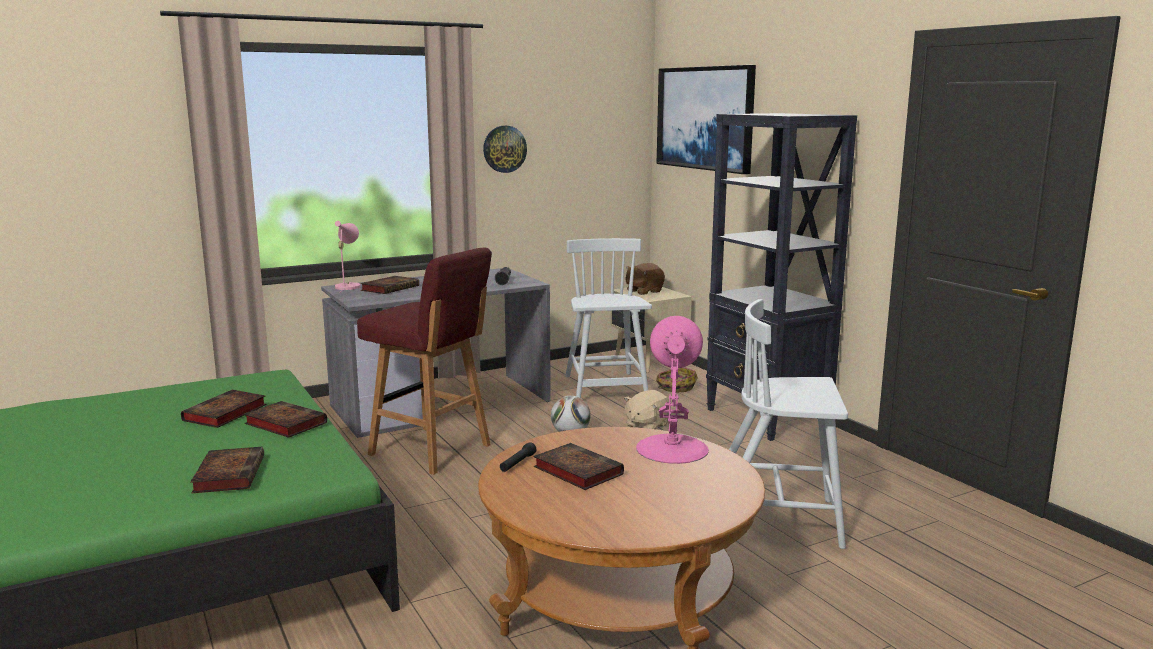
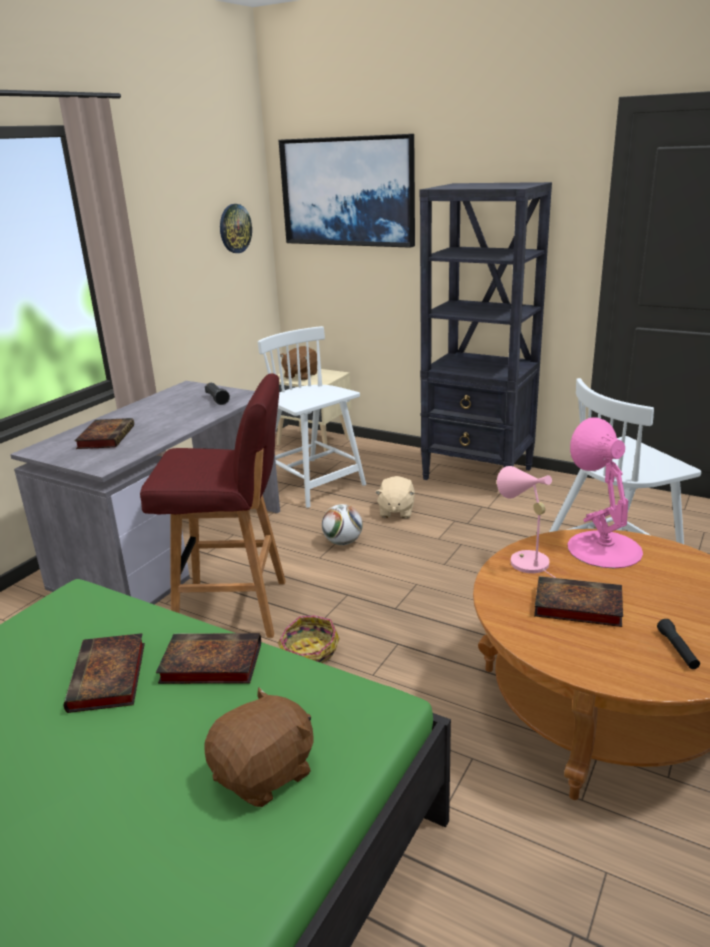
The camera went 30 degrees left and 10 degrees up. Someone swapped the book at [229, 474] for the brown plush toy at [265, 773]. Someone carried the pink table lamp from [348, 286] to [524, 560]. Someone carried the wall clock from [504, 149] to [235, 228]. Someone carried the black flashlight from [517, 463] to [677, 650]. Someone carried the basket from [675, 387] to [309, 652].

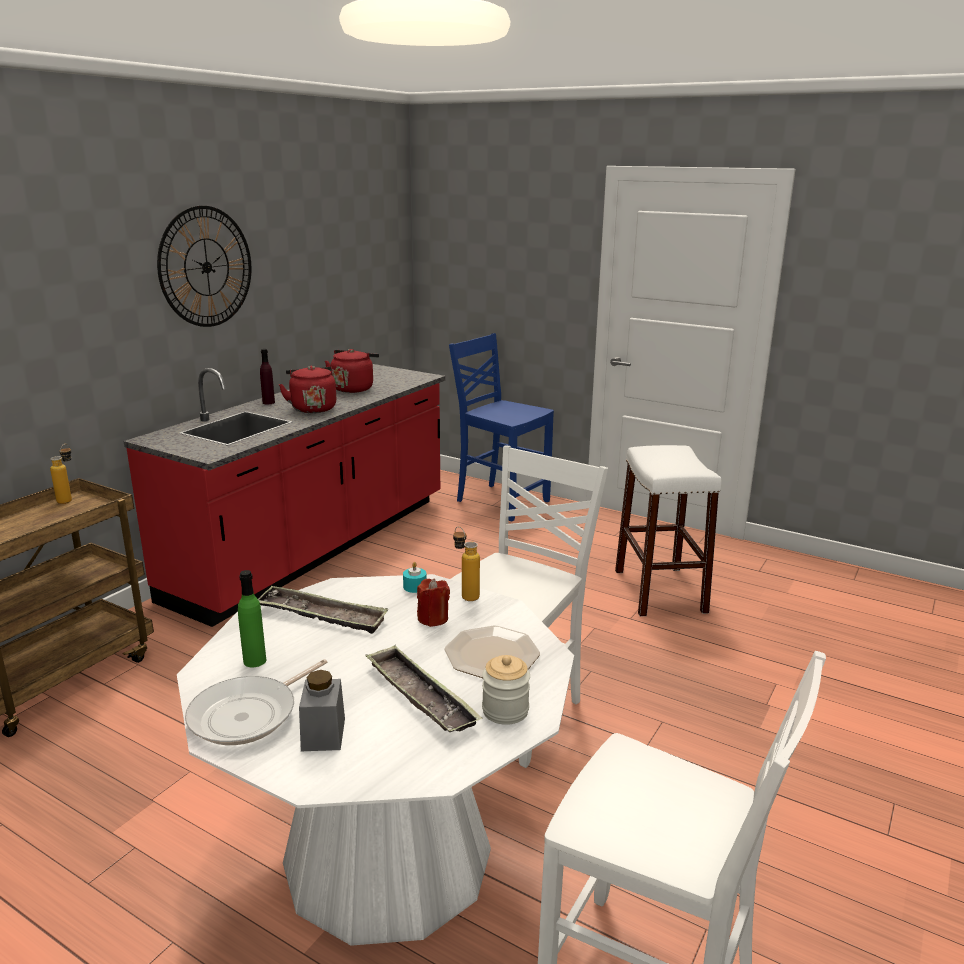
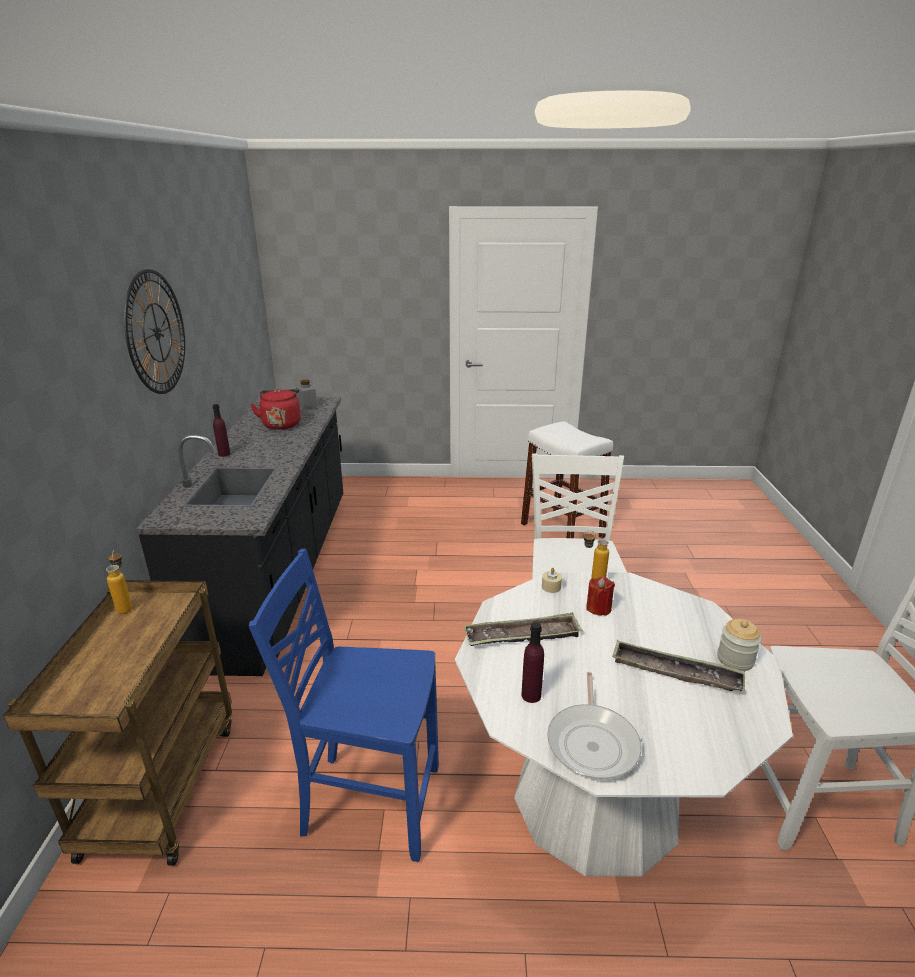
The camera went 30 degrees left and 5 degrees up. Someone repainted the red counter at [316, 548], which became the black counter at [280, 573]. Someone repainted the green bottle at [254, 661], which became the purple bottle at [531, 695]. Someone took away the red kettle at [312, 408]. Someone carried the grey jar from [323, 734] to [307, 406]. Someone repainted the turquoise candle at [415, 586], which became the beige candle at [551, 587]. Someone took away the plate at [491, 654]. Someone carried the blue chair from [500, 501] to [369, 801].

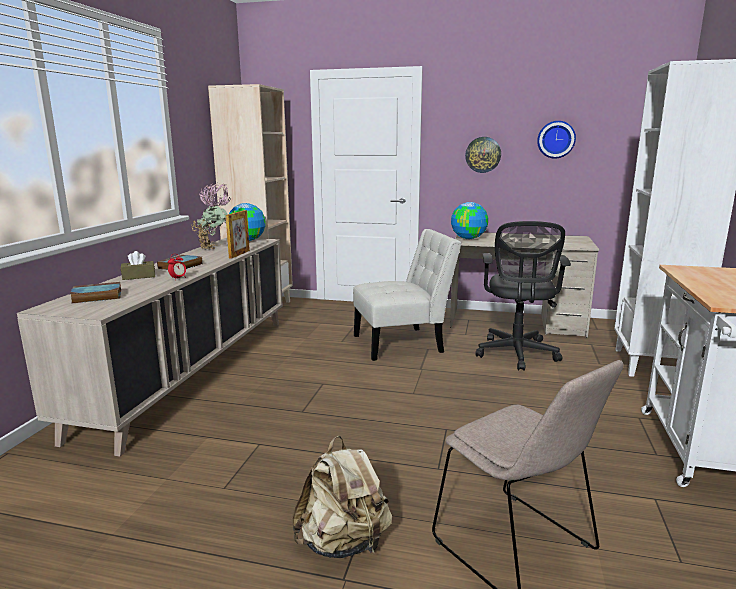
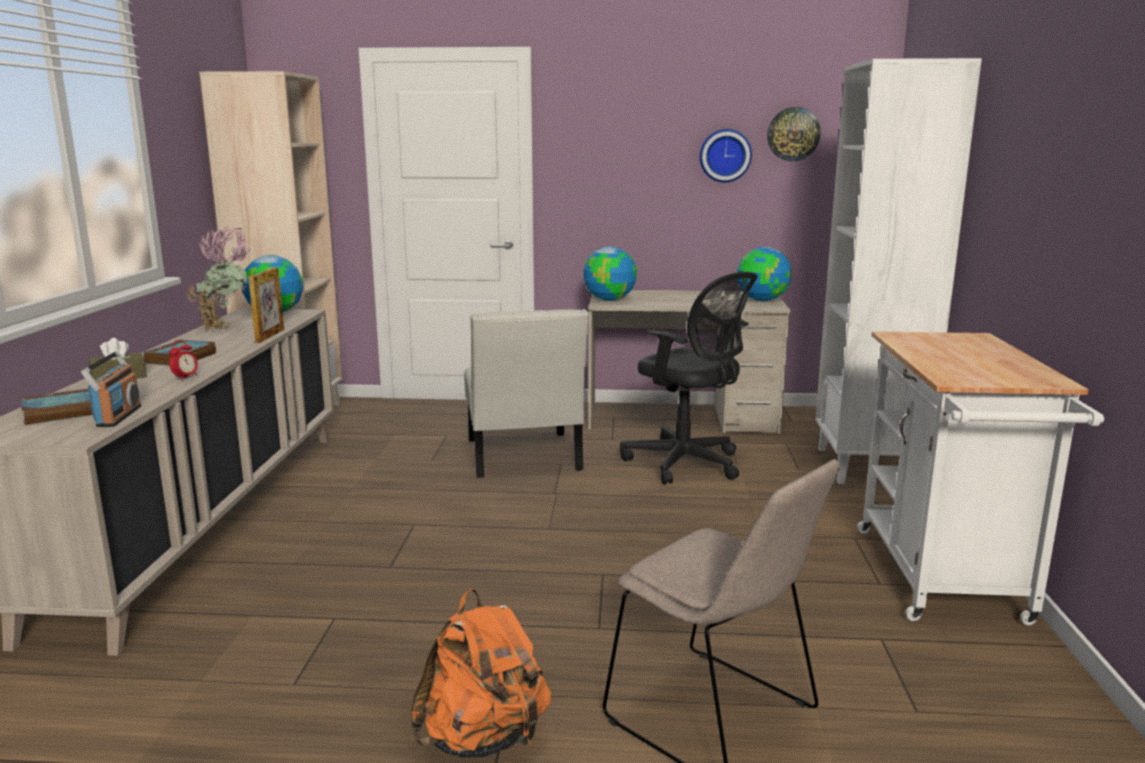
The camera went 10 degrees left and 0 degrees up. Someone repainted the beige backpack at [343, 543], which became the orange backpack at [483, 739]. Someone rotated the white chair at [403, 343] by 105 degrees clockwise. Someone carried the wall clock from [483, 154] to [793, 134]. Someone rotated the black office chair at [516, 354] by 45 degrees counterclockwise. Someone put down the radio at [118, 416]. Someone put down the globe at [762, 300].

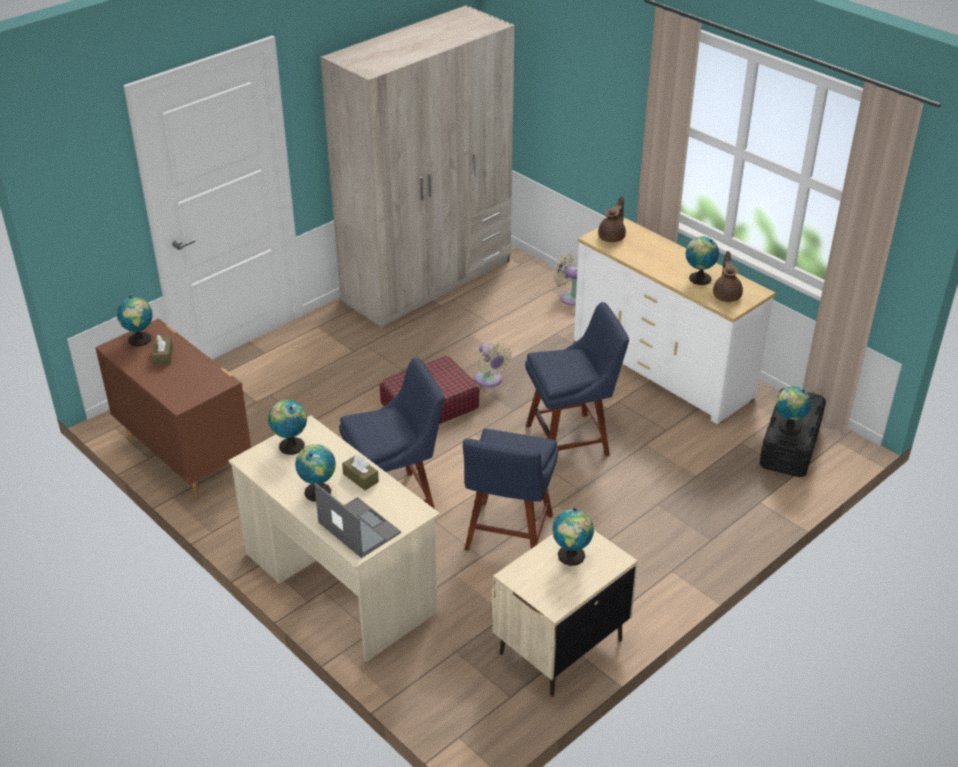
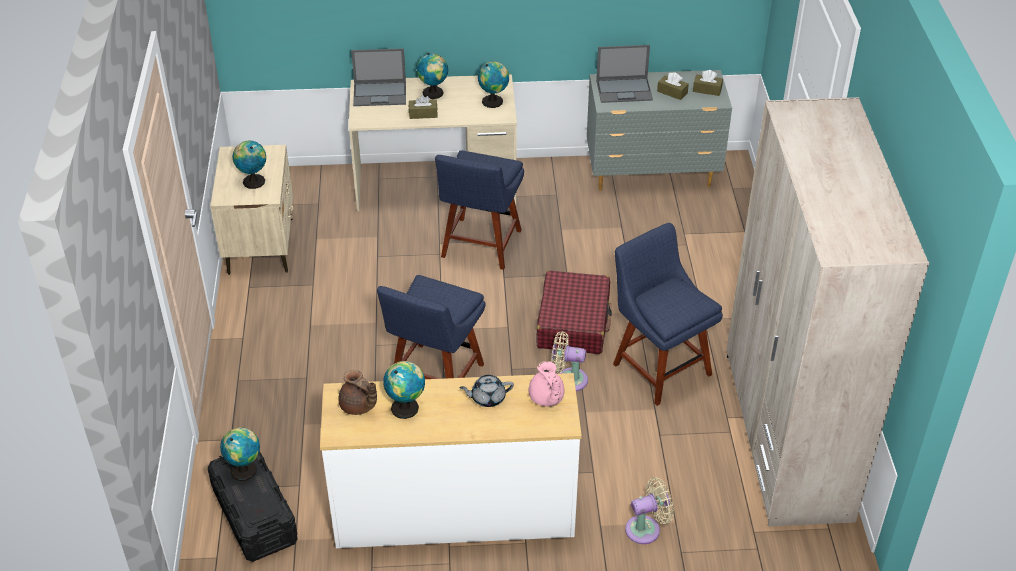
The camera went 130 degrees right and 5 degrees up. Someone repainted the brown dresser at [184, 454], which became the grey dresser at [653, 175]. Someone swapped the globe at [140, 340] for the brown tissue box at [707, 90]. Someone carried the blue chair from [507, 535] to [659, 366]. Someone repainted the brown teapot at [612, 237], which became the pink teapot at [546, 398]. Someone put down the grey teapot at [487, 398]. Someone put down the laptop at [625, 90].

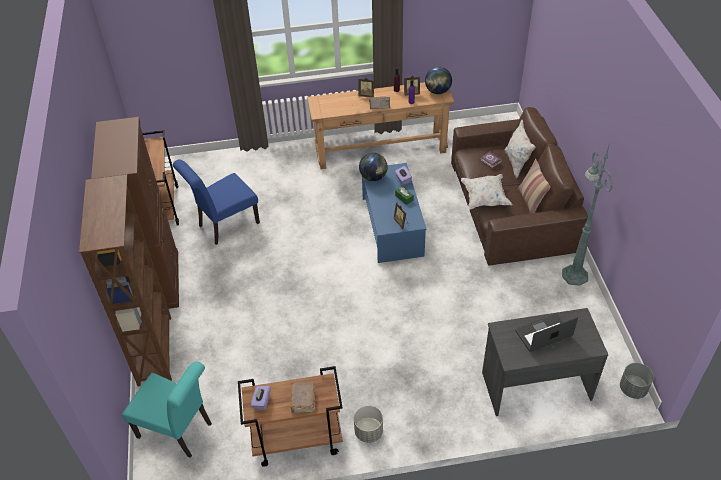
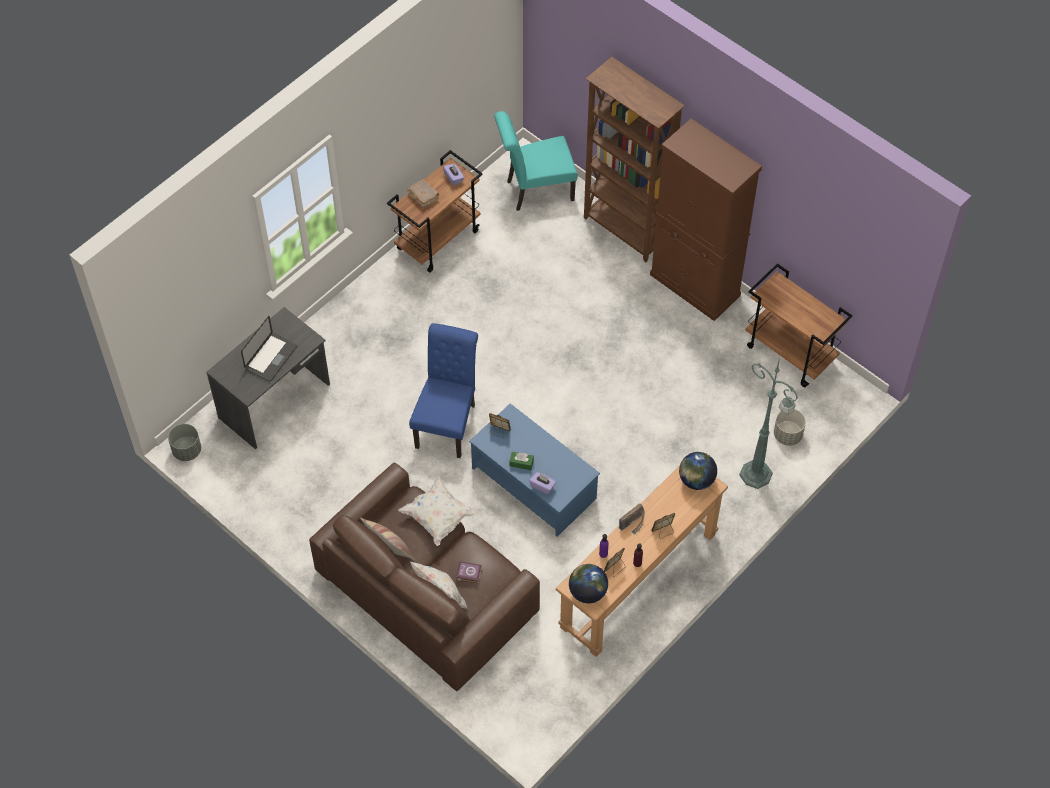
The camera went 140 degrees right and 10 degrees up. Someone carried the blue chair from [225, 225] to [447, 422]. Someone carried the grey planter from [368, 432] to [787, 435]. Someone carried the globe from [373, 177] to [696, 480]. Someone carried the green floor lamp from [574, 274] to [757, 475].

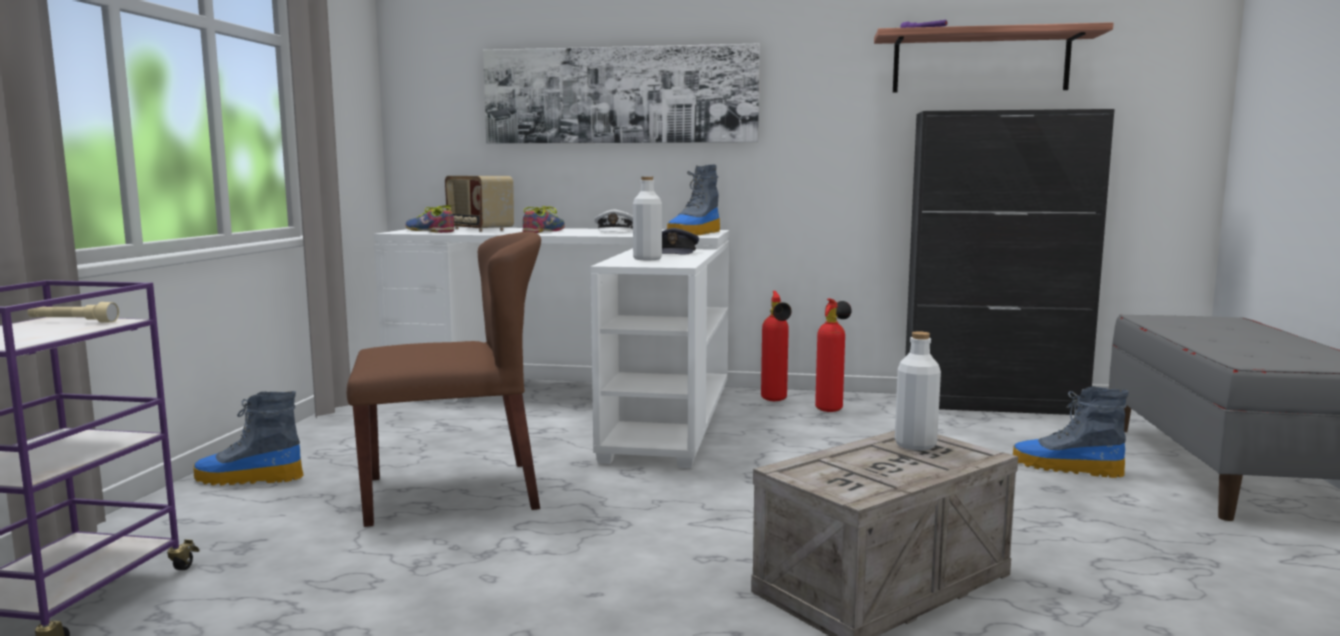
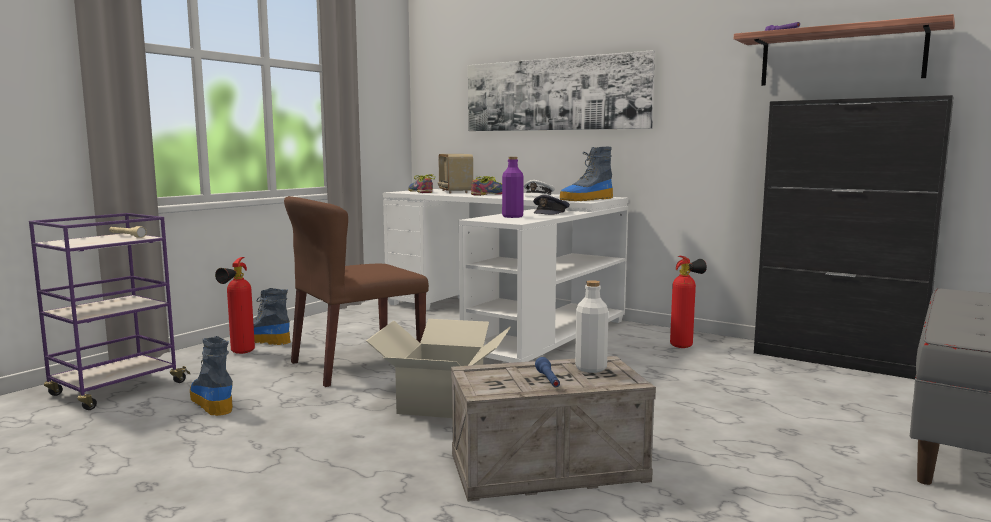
The camera went 25 degrees right and 0 degrees up. Someone rotated the brown chair at [453, 492] by 135 degrees clockwise. Someone repainted the white bottle at [647, 259], which became the purple bottle at [512, 217]. Someone carried the fire extinguisher from [775, 402] to [239, 354]. Someone carried the boot from [1065, 468] to [211, 402]. Someone put down the cardboard box at [442, 401]. Someone put down the blue flashlight at [548, 380].

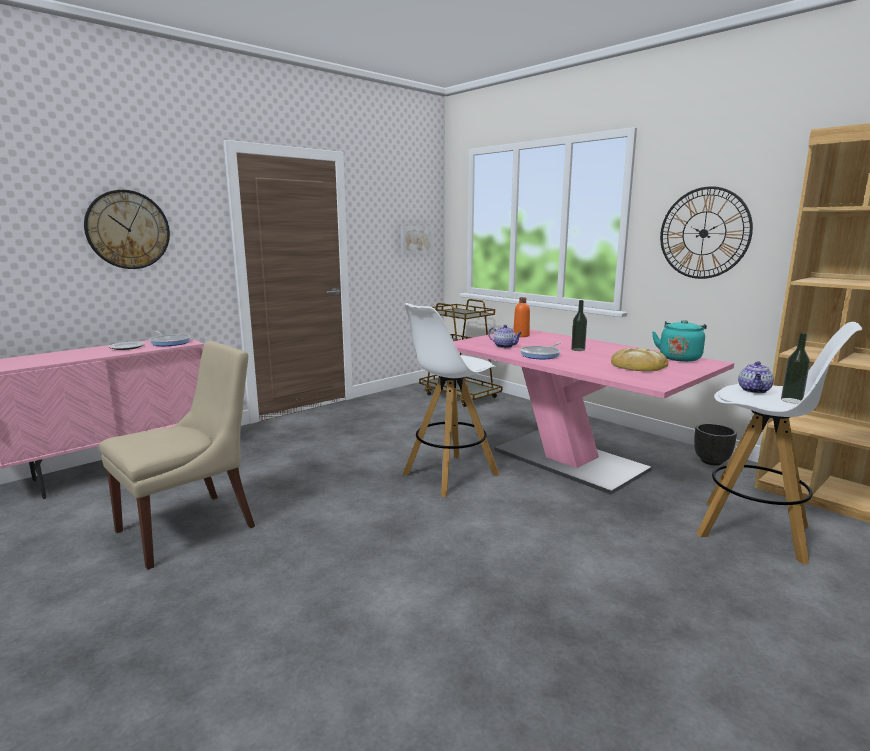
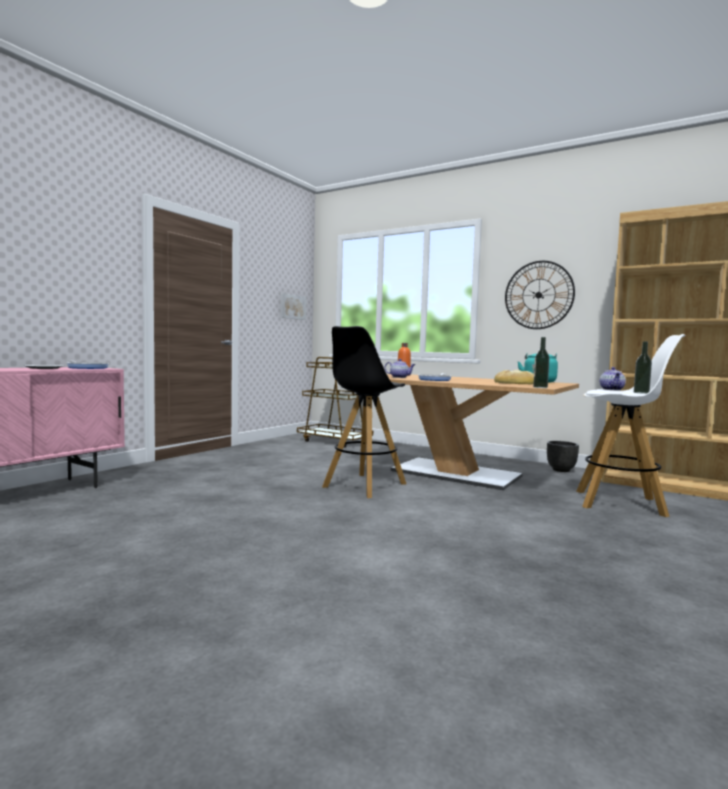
The camera went 15 degrees left and 10 degrees down. Someone took away the wall clock at [128, 230]. Someone took away the beige chair at [191, 527]. Someone repainted the white stool at [449, 475], which became the black stool at [364, 485]. Someone repainted the pink dining table at [569, 460], which became the brown dining table at [455, 473]. Someone carried the bottle from [578, 349] to [540, 387].

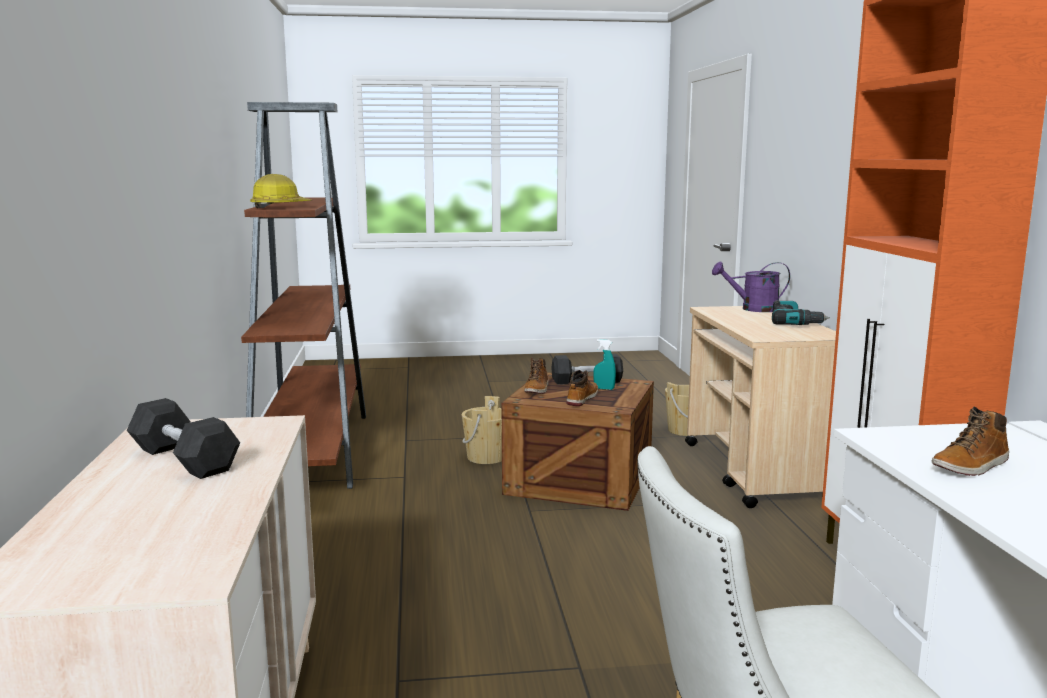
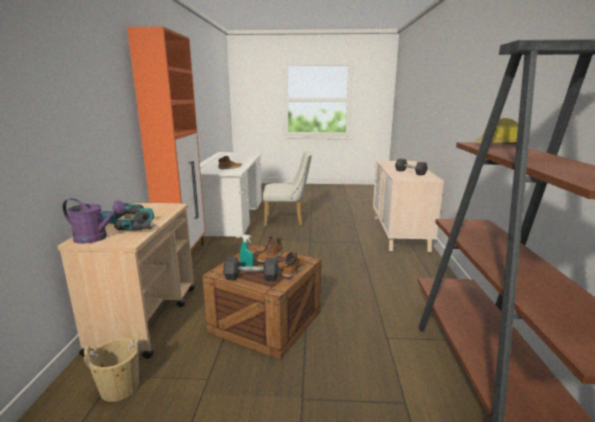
The camera went 170 degrees left and 5 degrees up. Someone took away the beige bucket at [486, 457]. Someone put down the power drill at [142, 226].

